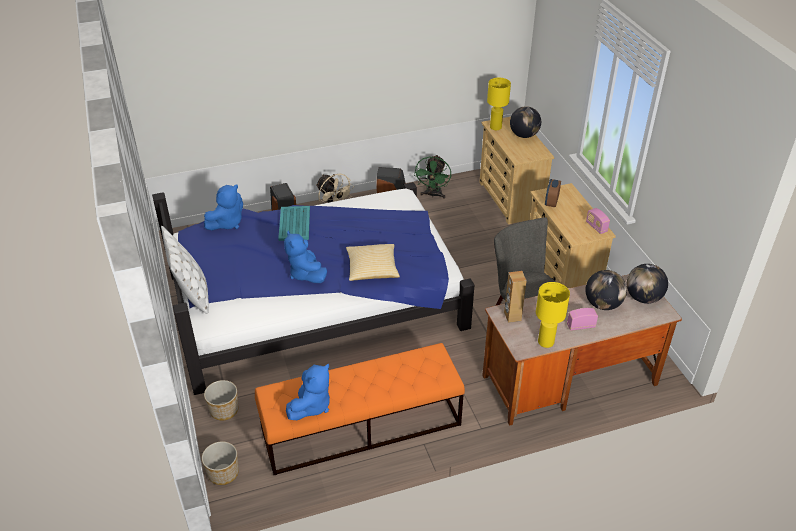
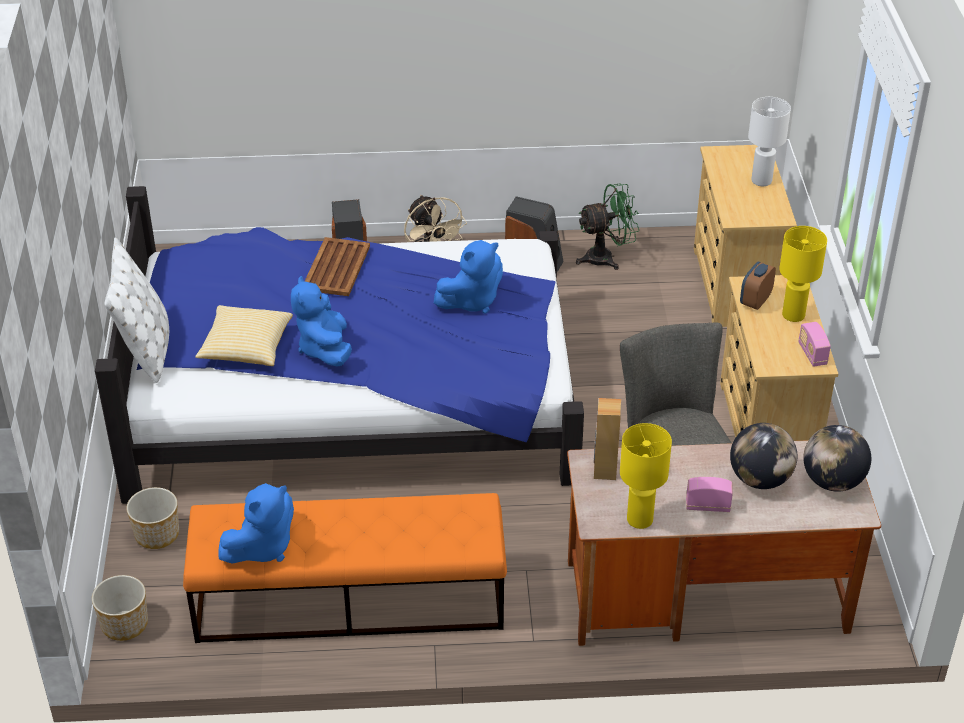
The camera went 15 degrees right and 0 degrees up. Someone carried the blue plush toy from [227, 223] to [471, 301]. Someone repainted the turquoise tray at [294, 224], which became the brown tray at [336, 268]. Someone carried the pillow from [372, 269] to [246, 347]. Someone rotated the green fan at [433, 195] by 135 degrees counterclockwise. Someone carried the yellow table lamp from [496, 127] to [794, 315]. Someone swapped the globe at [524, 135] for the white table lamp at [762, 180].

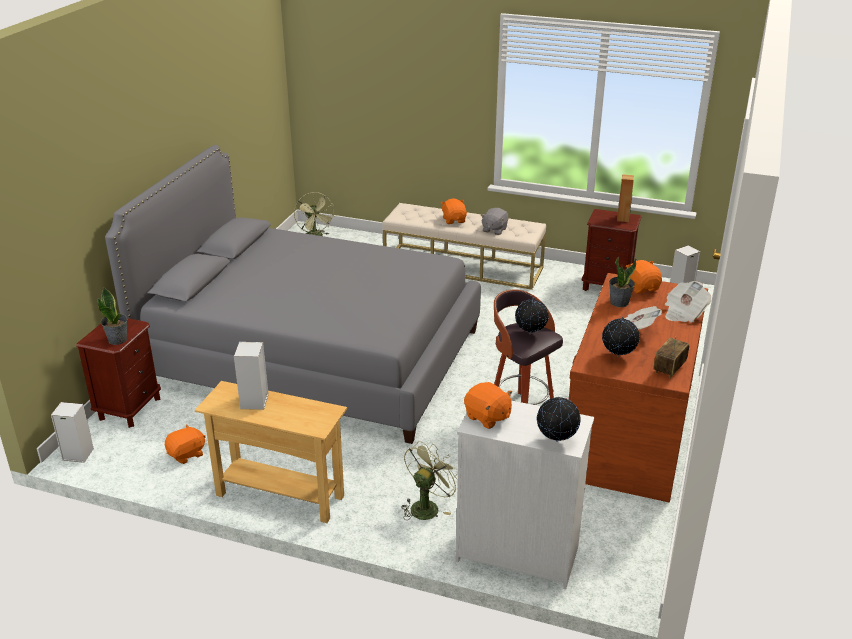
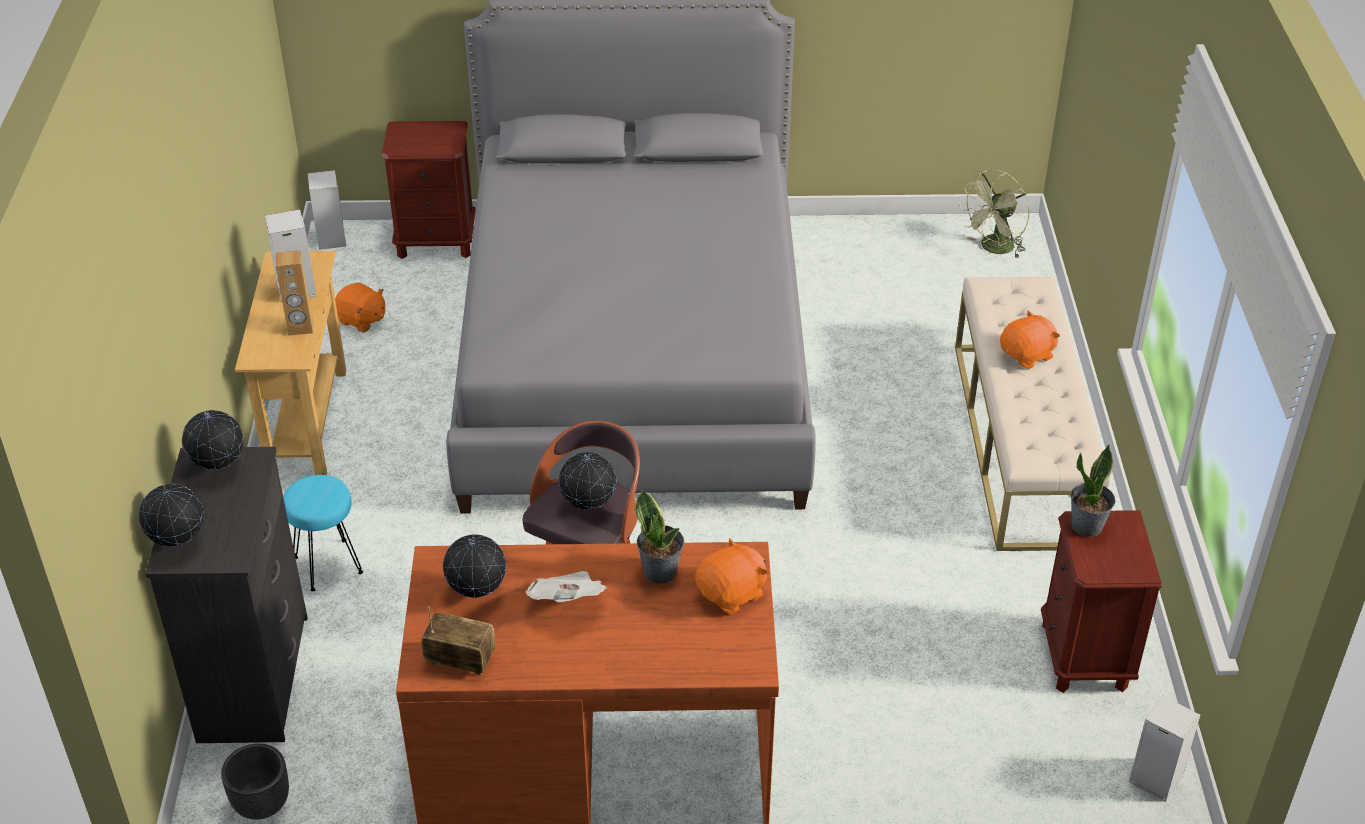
The camera went 70 degrees right and 10 degrees up. Someone carried the potted plant from [118, 339] to [1087, 526]. Someone swapped the green fan at [427, 506] for the turquoise stool at [328, 564]. Someone repainted the white dresser at [516, 553], which became the black dresser at [255, 677]. Someone swapped the orange plush toy at [487, 417] for the globe at [219, 468]. Someone took away the grey plush toy at [494, 230]. Someone carried the brown speaker from [623, 219] to [300, 328]. Someone took away the newspaper at [684, 313]. Someone put down the black planter at [263, 805].

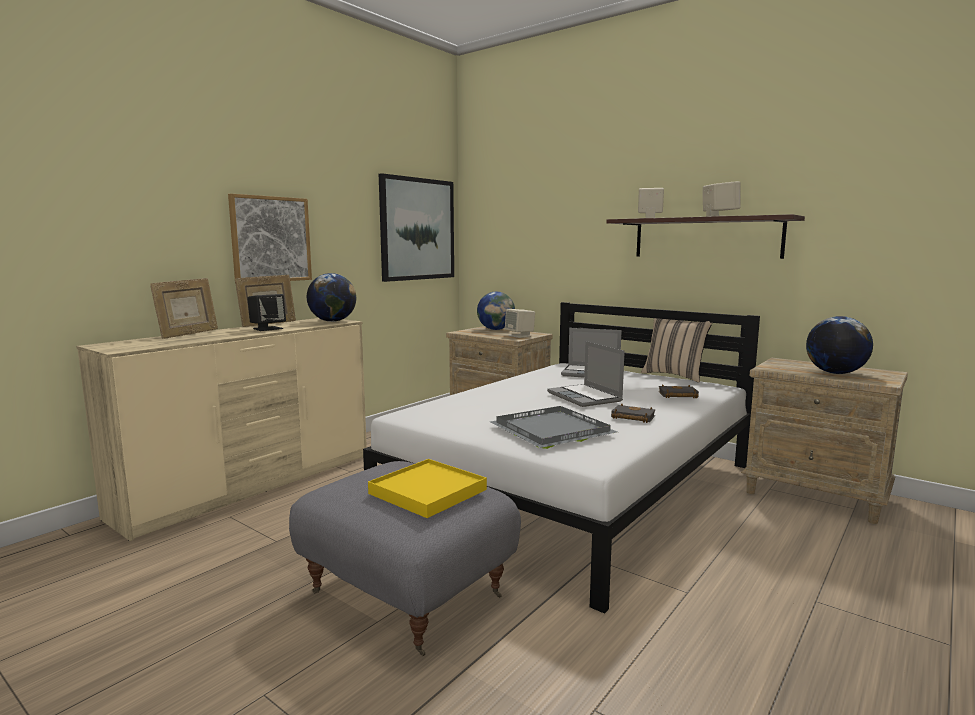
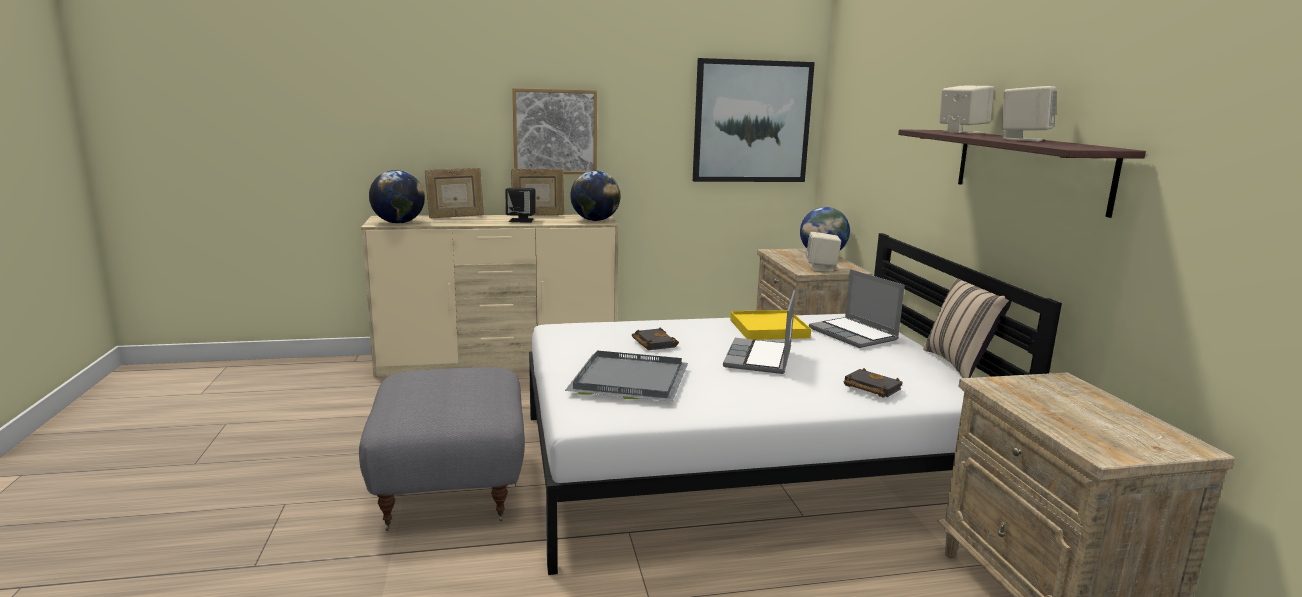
The camera went 40 degrees right and 5 degrees up. Someone carried the yellow tray from [427, 492] to [768, 329]. Someone carried the black book from [631, 417] to [652, 343]. Someone carried the globe from [835, 373] to [398, 223].

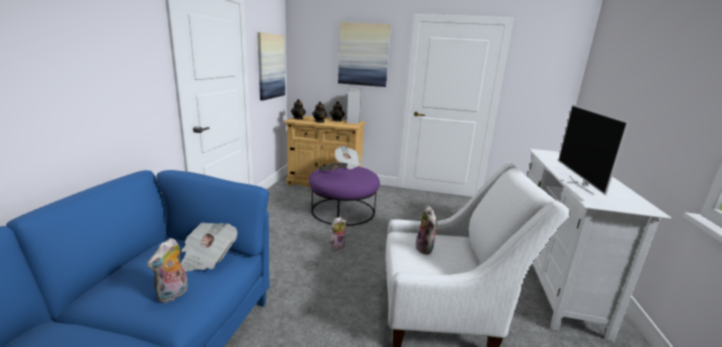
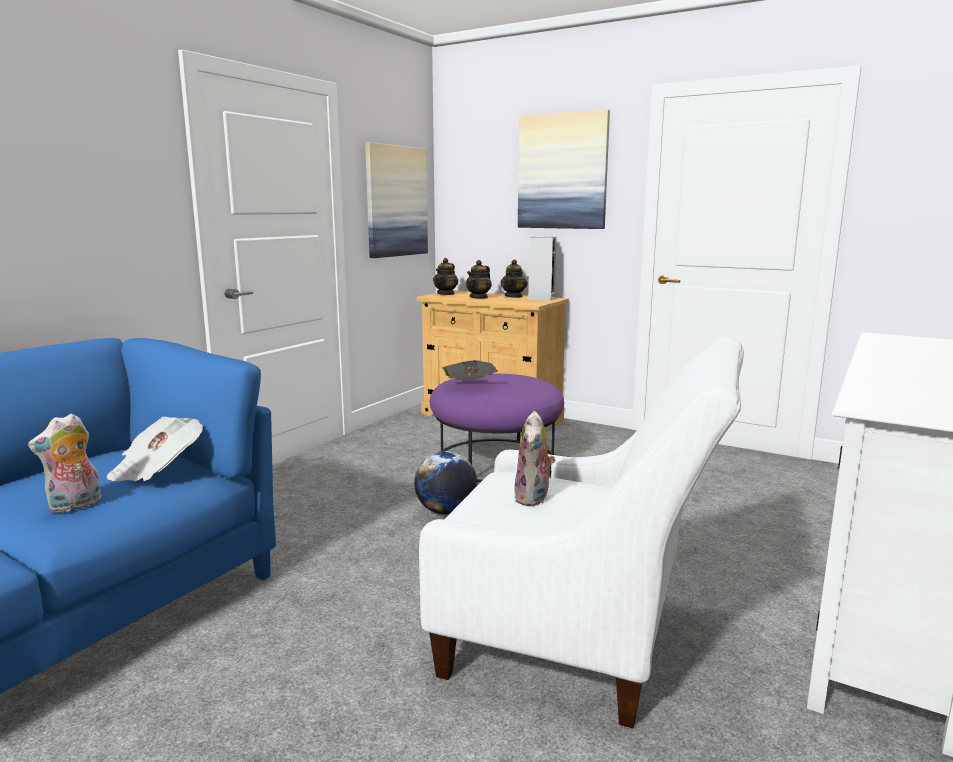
The camera went 20 degrees right and 5 degrees down. Someone swapped the plush toy at [337, 246] for the globe at [445, 511]. Someone took away the newspaper at [347, 164]. Someone took away the television at [581, 184].

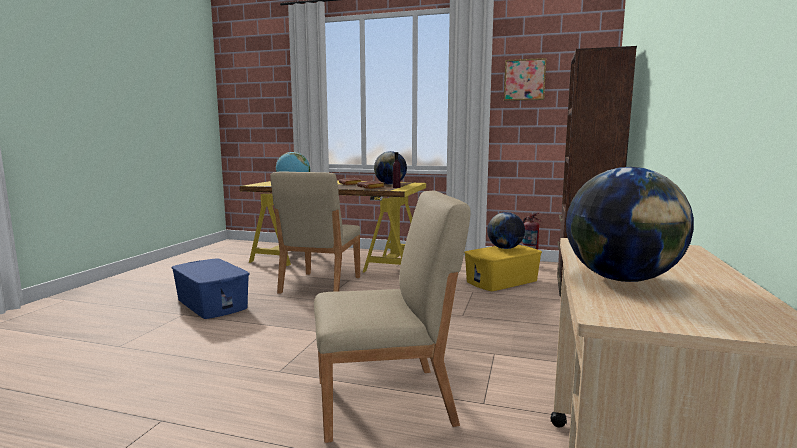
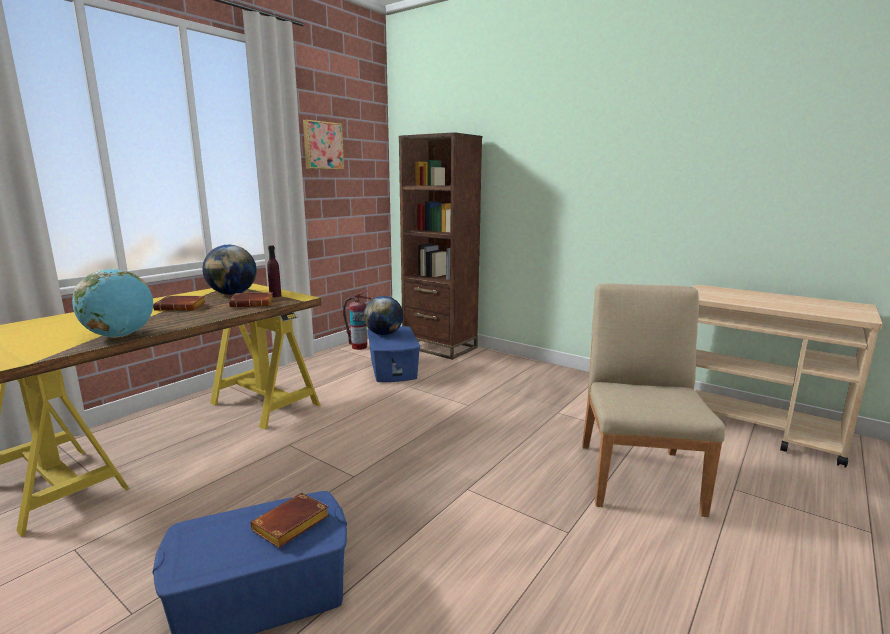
The camera went 70 degrees left and 5 degrees up. Someone took away the beige chair at [319, 285]. Someone repainted the yellow storage box at [502, 281], which became the blue storage box at [393, 368]. Someone took away the globe at [621, 279]. Someone put down the brown book at [291, 526].

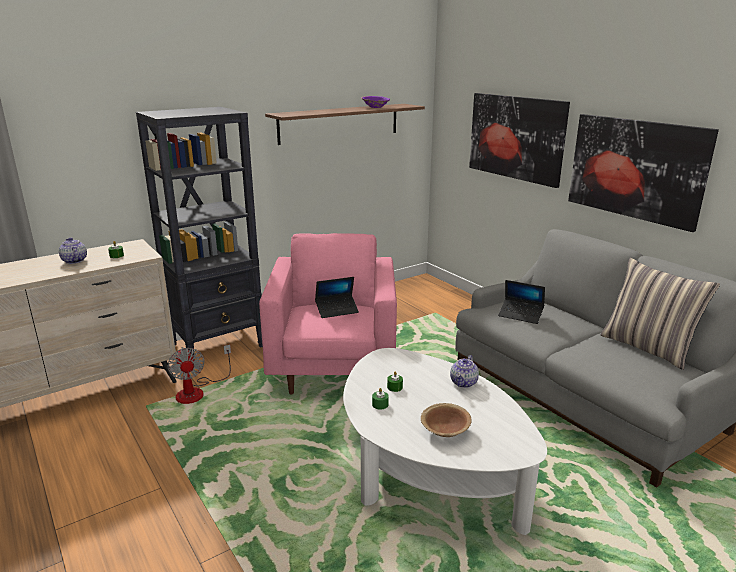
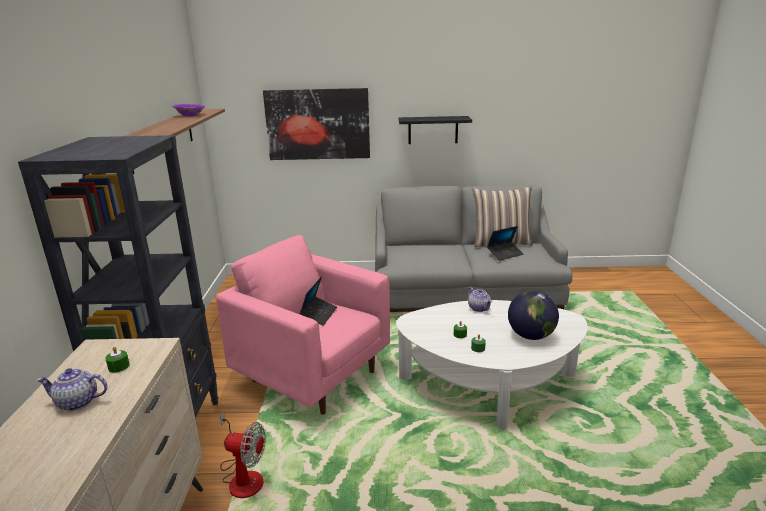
The camera went 55 degrees left and 0 degrees up. Someone swapped the brown bowl at [445, 430] for the globe at [531, 336]. Someone carried the laptop from [520, 315] to [505, 254]. Someone swapped the picture at [636, 169] for the black shelf at [433, 130].

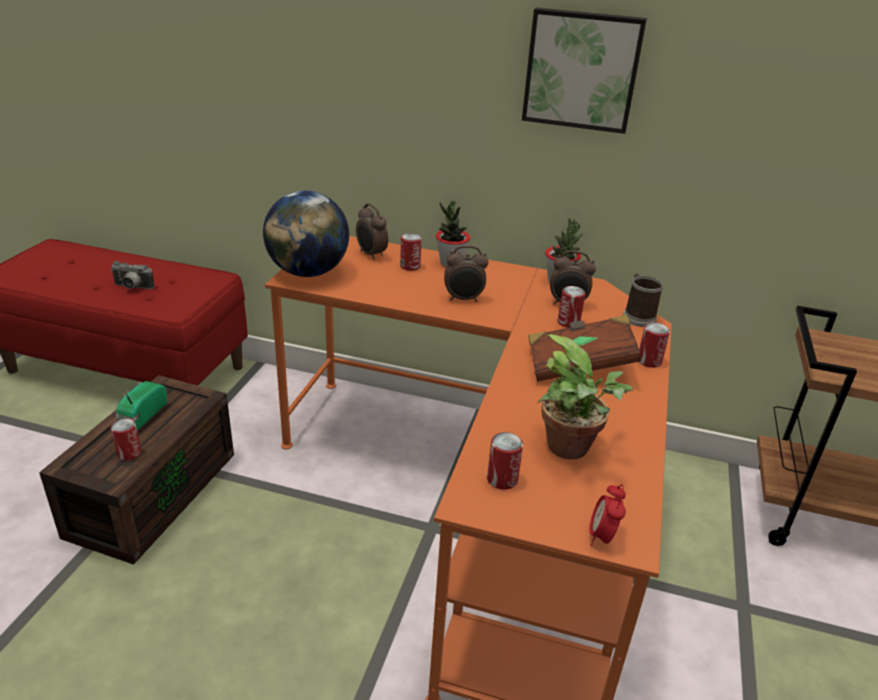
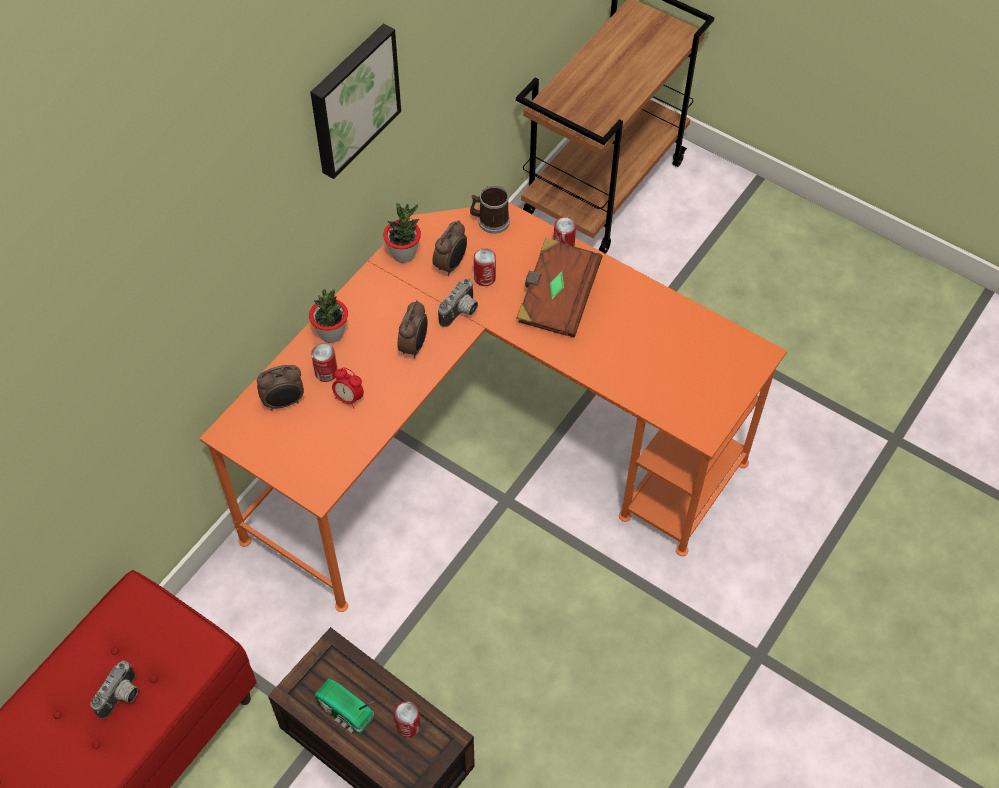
The camera went 70 degrees left and 25 degrees up. Someone took away the globe at [308, 272]. Someone took away the can at [502, 479]. Someone took away the potted plant at [572, 449]. Someone carried the alarm clock from [602, 537] to [349, 398]. Someone put down the photo camera at [461, 313].

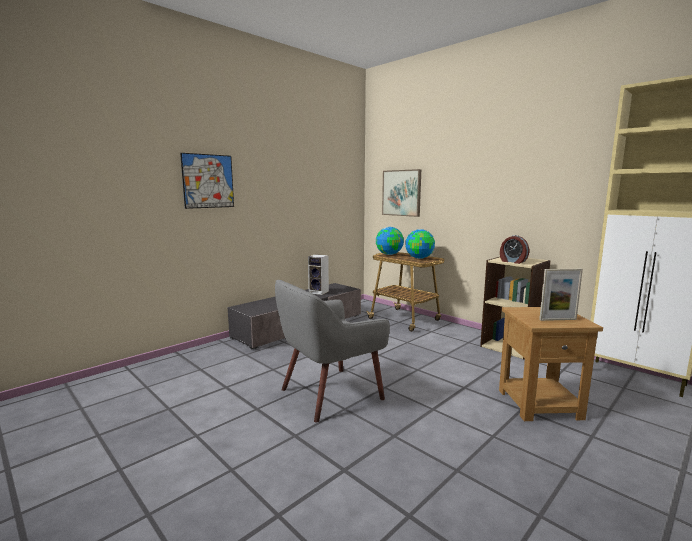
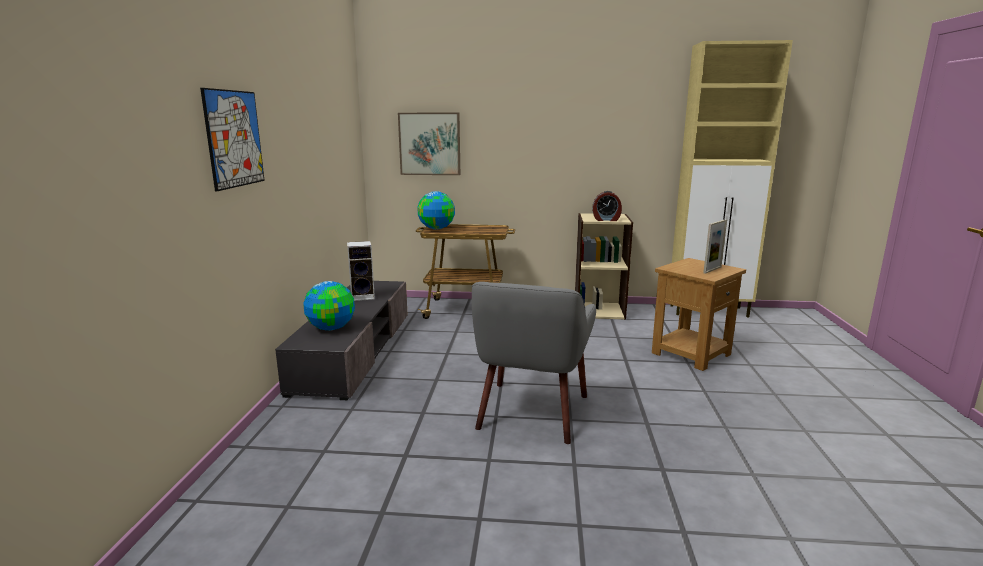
The camera went 40 degrees left and 5 degrees up. Someone carried the globe from [419, 258] to [332, 328].

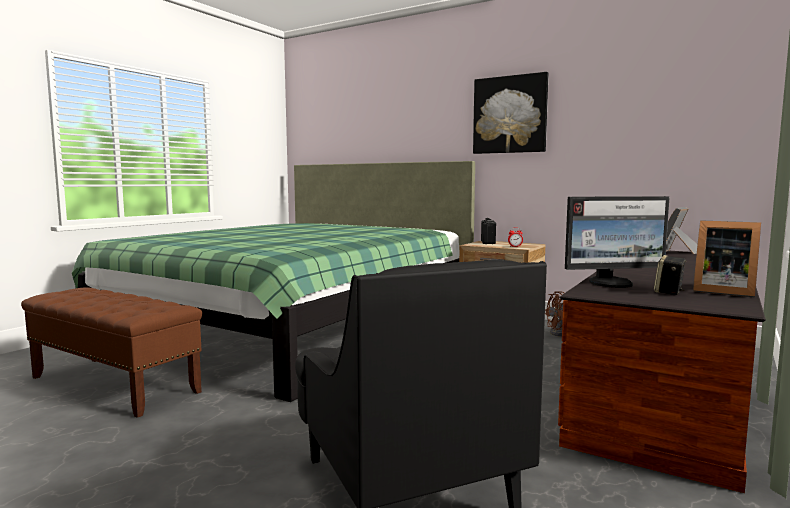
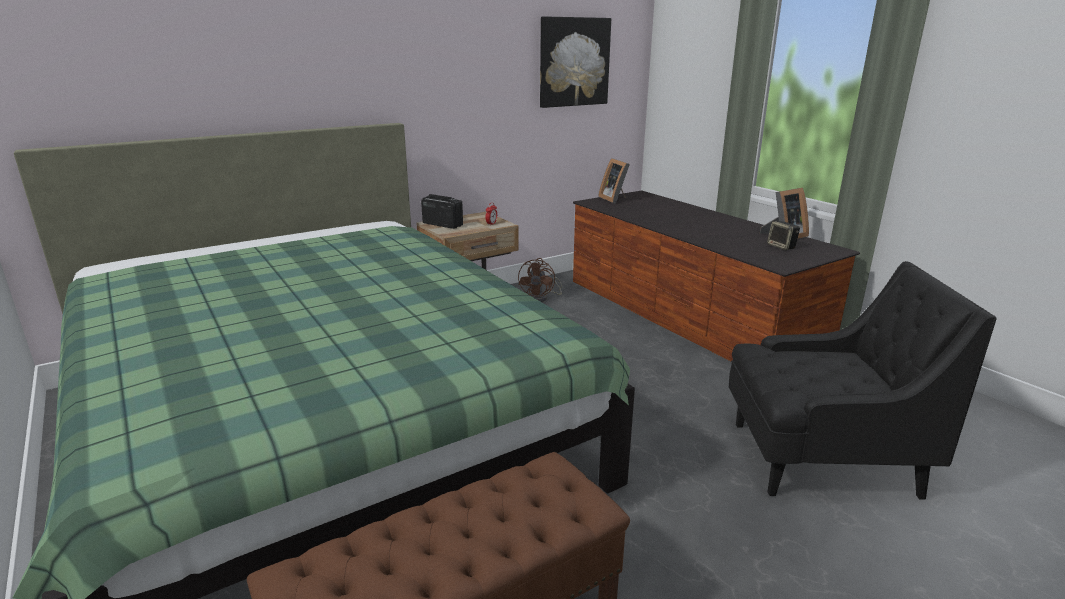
The camera went 65 degrees left and 15 degrees up. Someone carried the picture from [510, 115] to [573, 62]. Someone took away the monitor at [612, 283].

